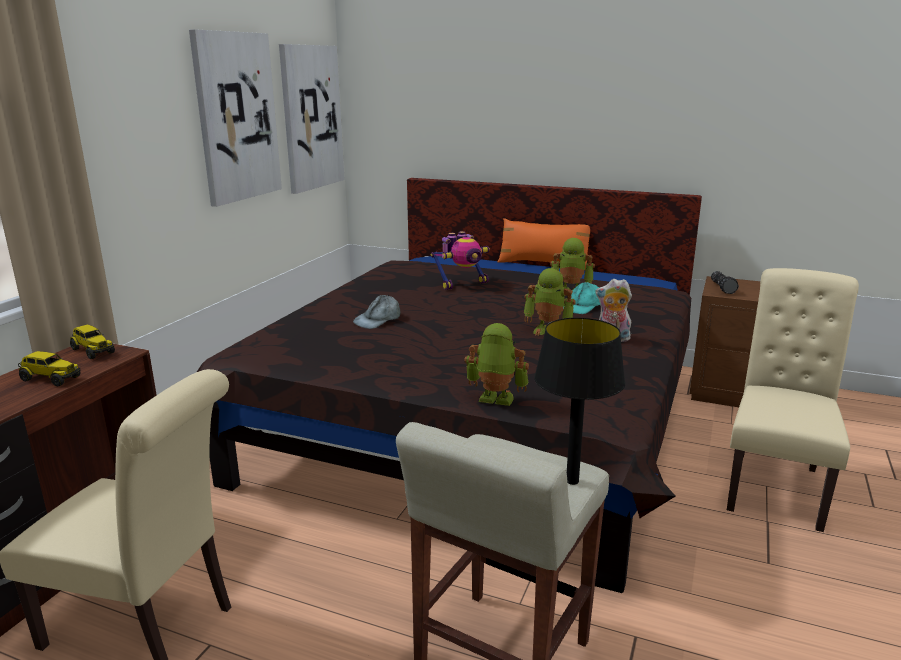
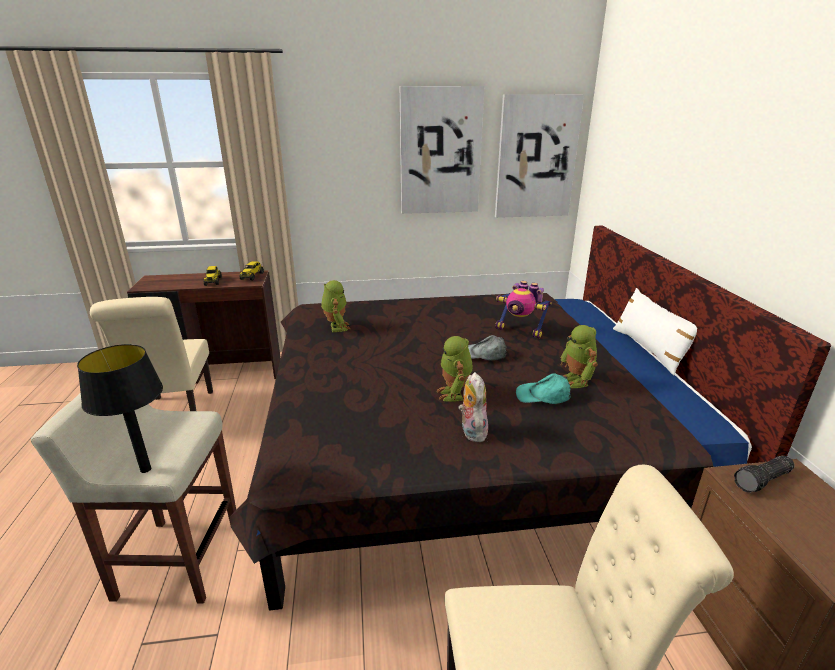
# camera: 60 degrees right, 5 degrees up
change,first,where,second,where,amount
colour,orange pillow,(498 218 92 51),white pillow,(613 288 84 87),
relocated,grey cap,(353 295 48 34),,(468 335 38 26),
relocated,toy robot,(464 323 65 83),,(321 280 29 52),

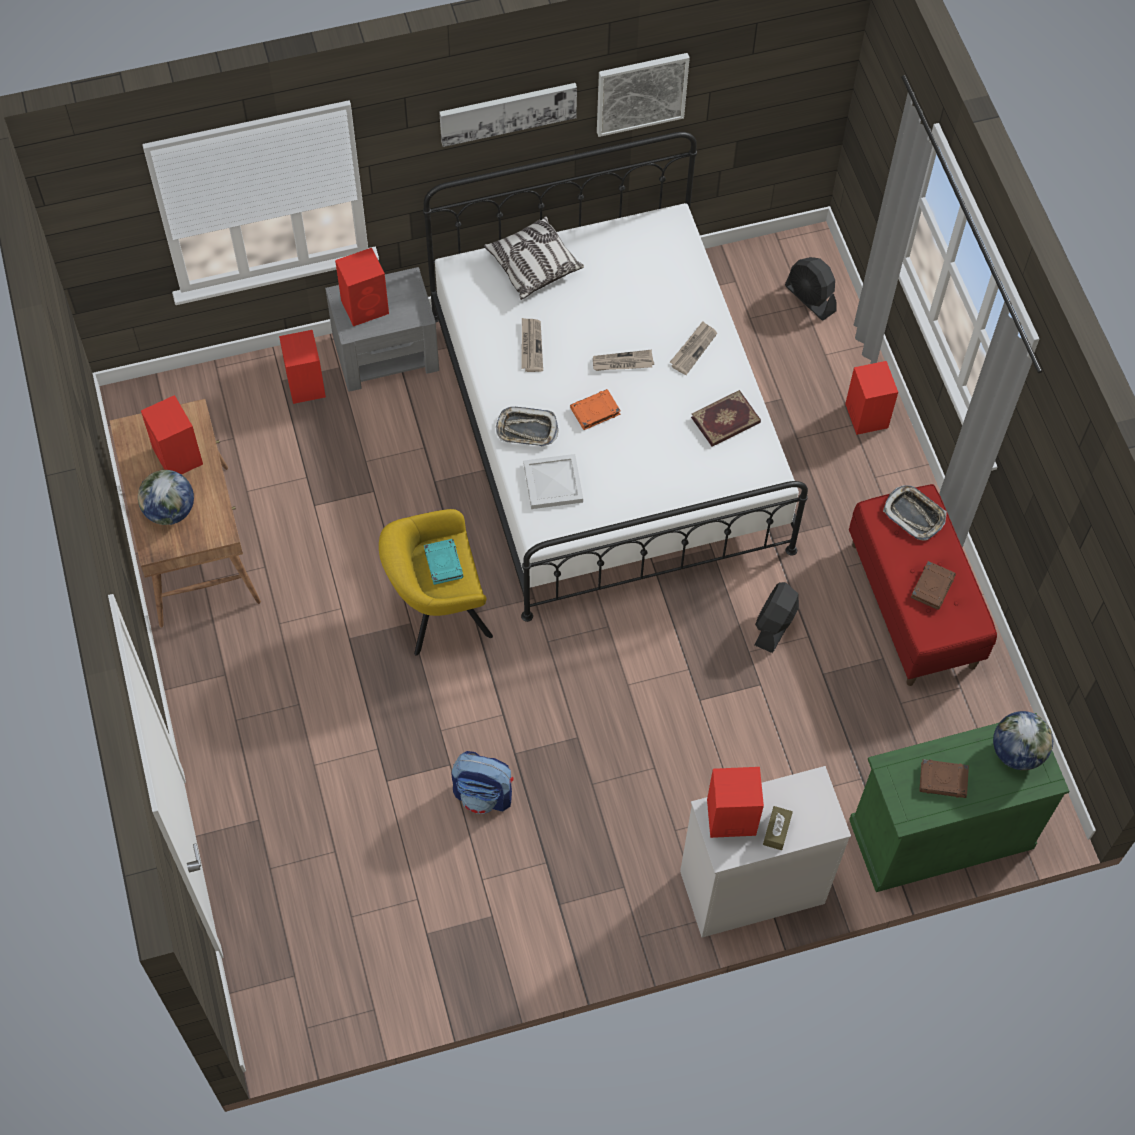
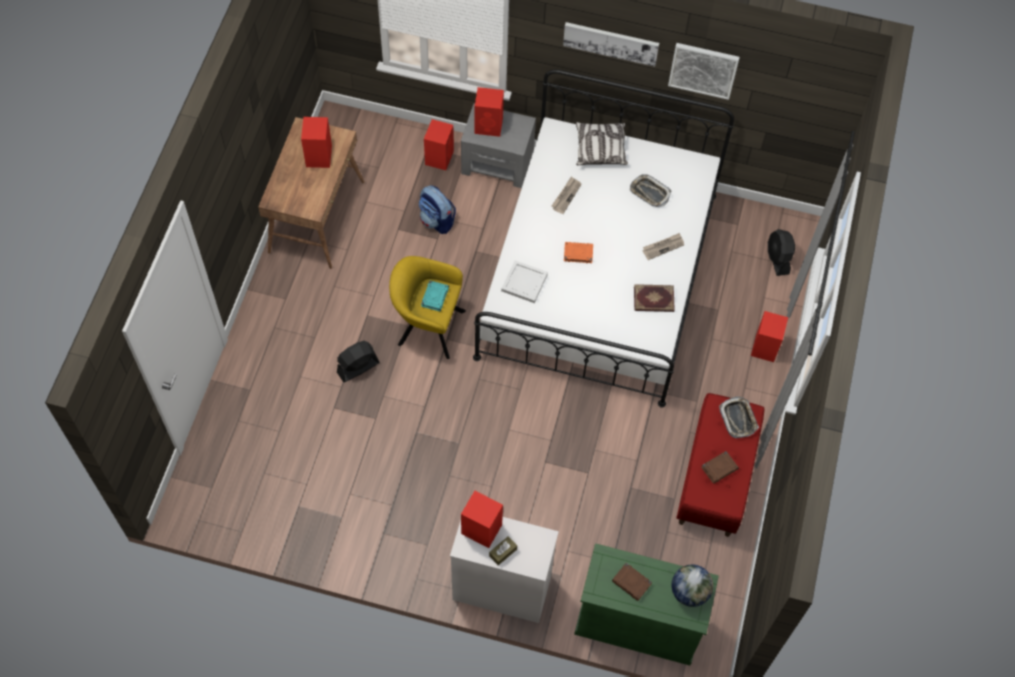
# camera: 30 degrees right, 0 degrees up
change,first,where,second,where,amount
missing,newspaper,(593 350 61 21),,,
relocated,tray,(496 407 63 39),,(630 174 41 33),
missing,globe,(138 470 56 55),,,
relocated,black fan,(755 582 44 71),,(337 341 42 41),
relocated,backpack,(451 751 62 63),,(419 185 37 49),

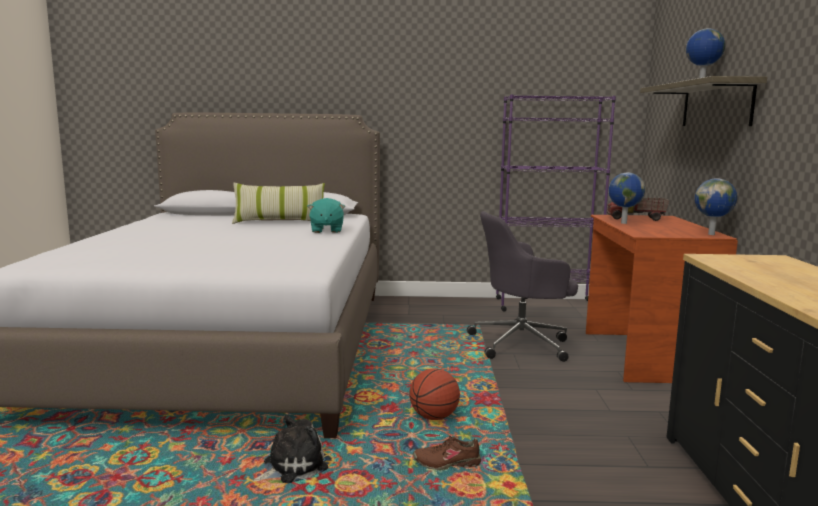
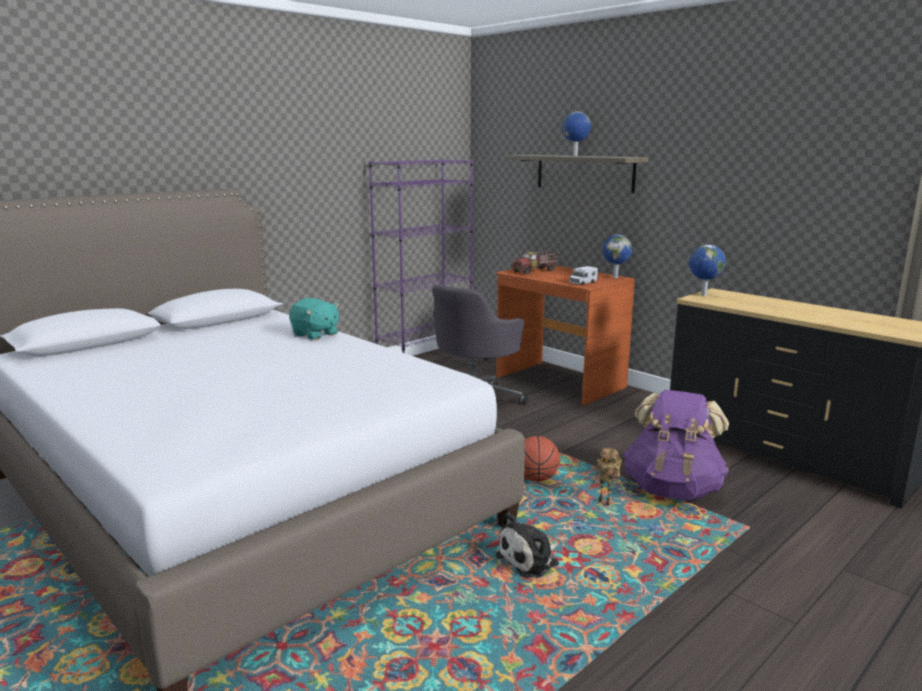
# camera: 45 degrees left, 5 degrees up
change,first,where,second,where,amount
relocated,globe,(609 173 36 51),,(689 245 37 51),
missing,pillow,(232 183 93 41),,,
spun,plush toy,(252 415 76 68),,(495 513 64 65),135 degrees counterclockwise
exchanged,brown shoe,(413 436 68 34),toy robot,(592 448 30 58),
appeared,,,toy truck,(569 266 29 19),
appeared,,,purple backpack,(624 390 105 111),

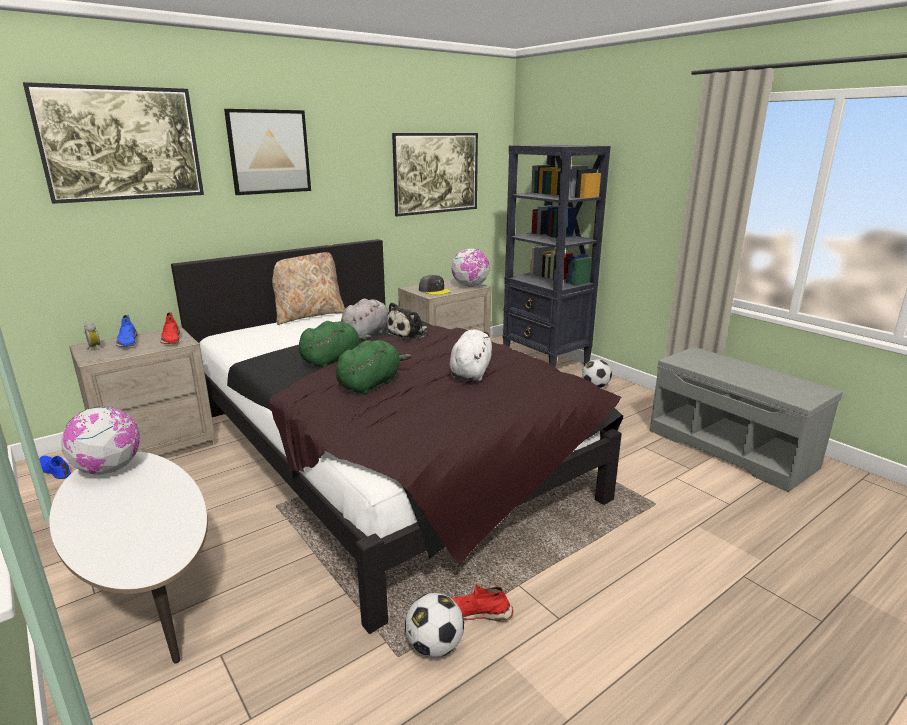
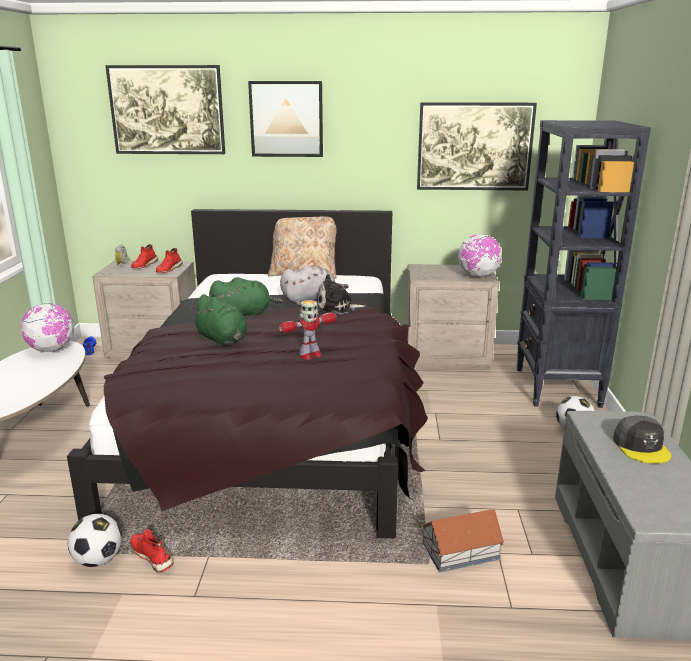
# camera: 40 degrees right, 0 degrees up
change,first,where,second,where,amount
relocated,grey cap,(419 275 32 20),,(613 416 58 48),
colour,blue shoe,(116 315 21 32),red shoe,(131 244 27 25),
exchanged,white plush toy,(449 330 43 51),toy robot,(279 300 57 60),
spun,green plush toy,(336 340 75 55),,(191 294 57 52),60 degrees clockwise
appeared,,,toy house,(421 509 83 63),

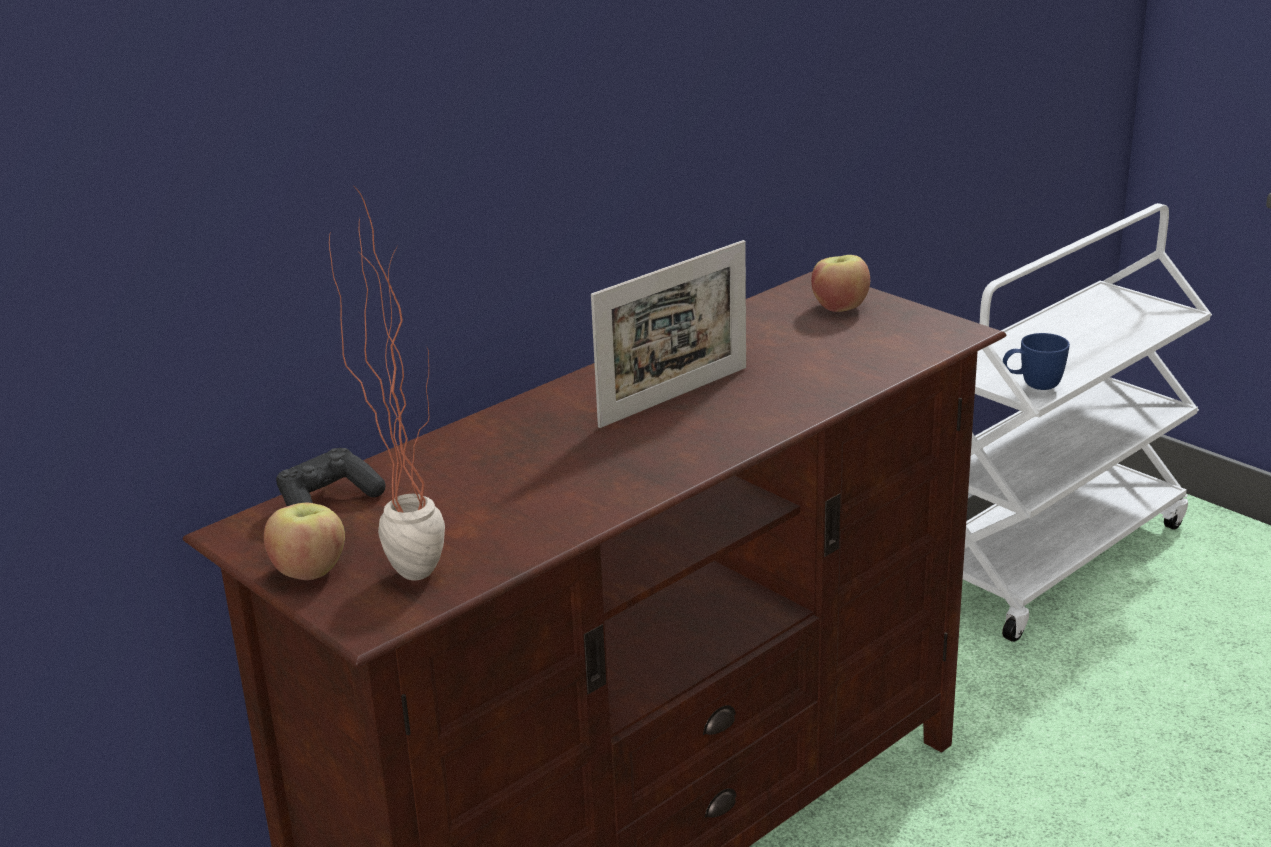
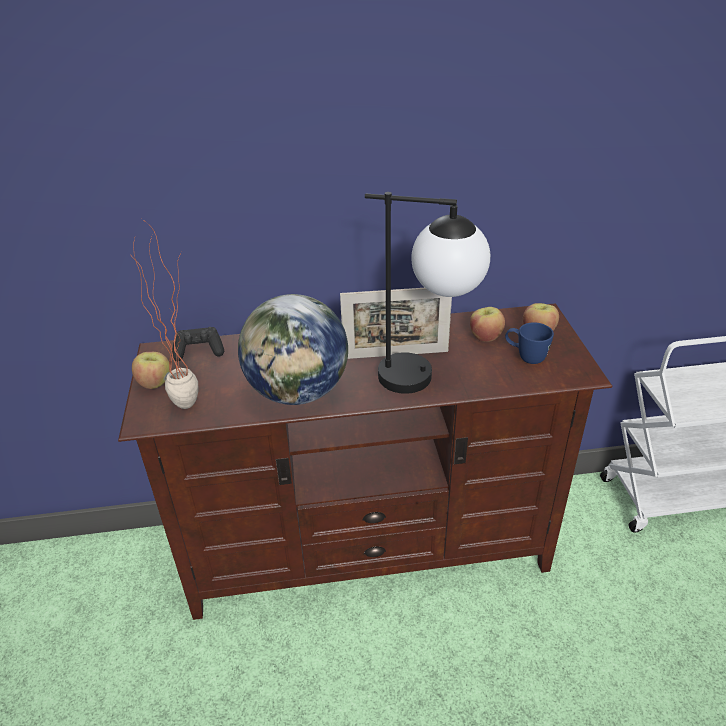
# camera: 35 degrees right, 10 degrees up
change,first,where,second,where,amount
relocated,blue mug,(1003 333 67 57),,(505 322 49 42),
appeared,,,table lamp,(365 192 125 202),
appeared,,,globe,(238 294 110 111),
appeared,,,apple,(470 307 35 35),

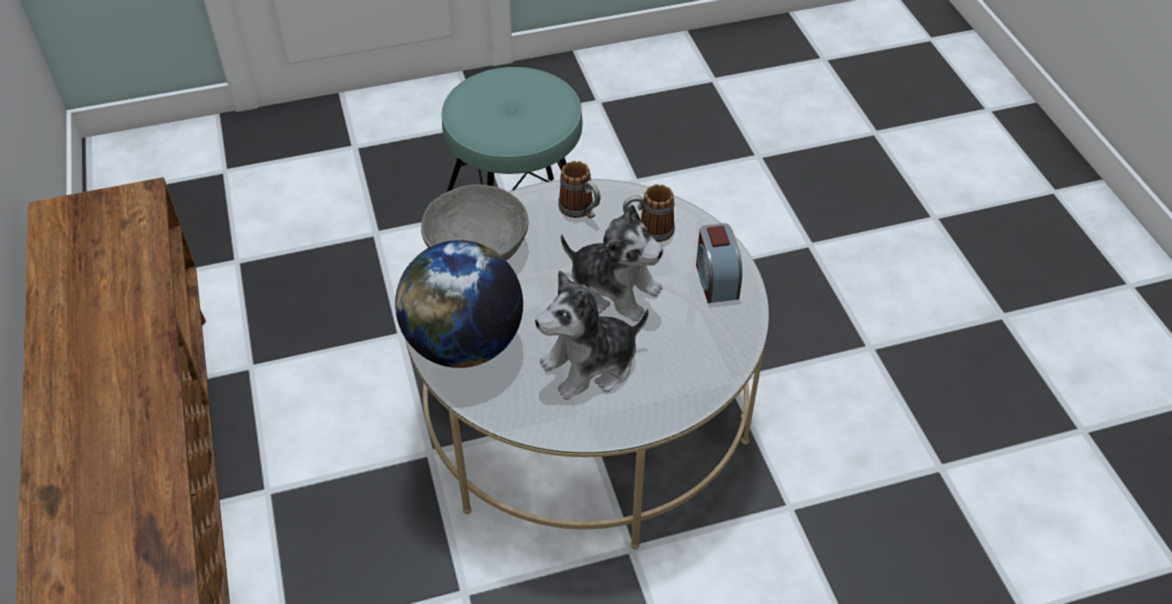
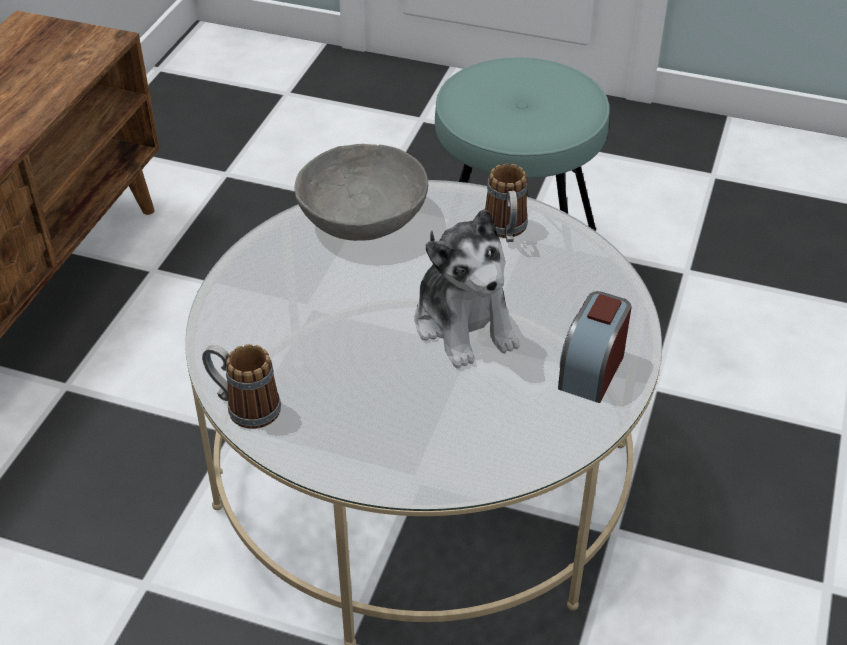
# camera: 35 degrees right, 5 degrees down
change,first,where,second,where,amount
relocated,mug,(623 184 52 58),,(202 344 79 85),
missing,globe,(395 240 128 128),,,
missing,plush toy,(535 270 114 130),,,

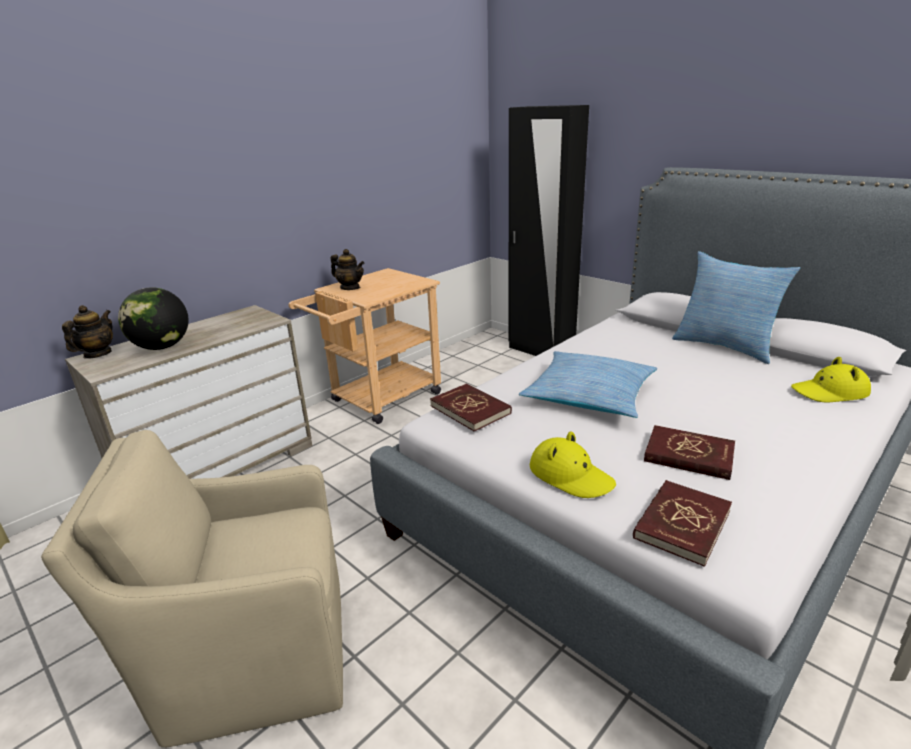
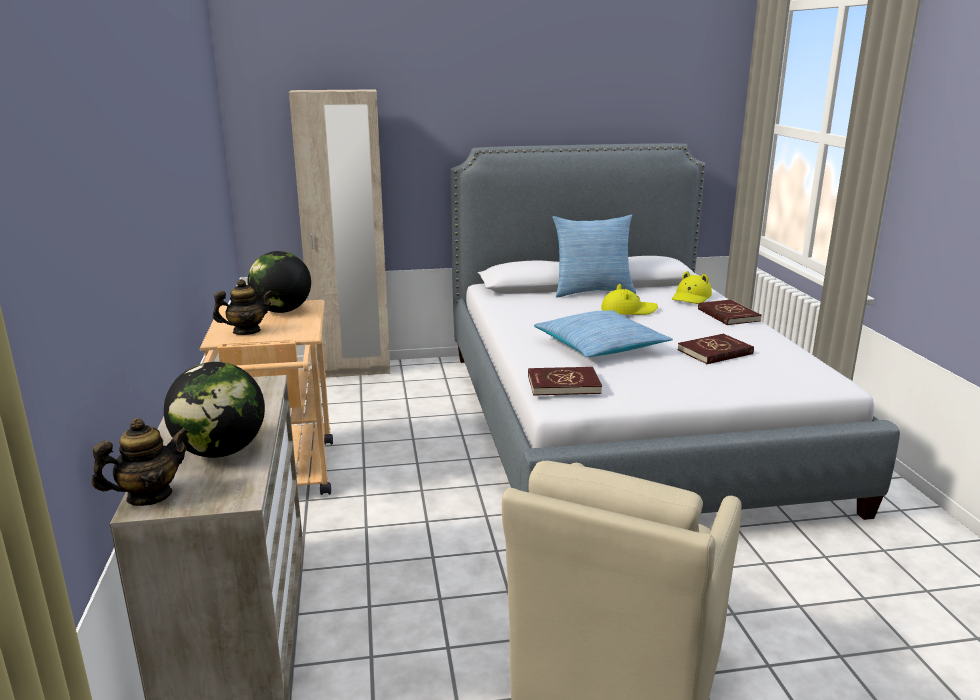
# camera: 55 degrees left, 5 degrees down
change,first,where,second,where,amount
colour,black wardrobe,(508 105 81 251),beige wardrobe,(289 89 101 289),
spun,teapot,(62 305 51 54),,(92 418 97 88),90 degrees clockwise
relocated,yellow hat,(530 431 86 67),,(601 284 57 31),
relocated,red book,(633 480 99 87),,(698 300 64 25),
appeared,,,globe,(248 251 63 62),

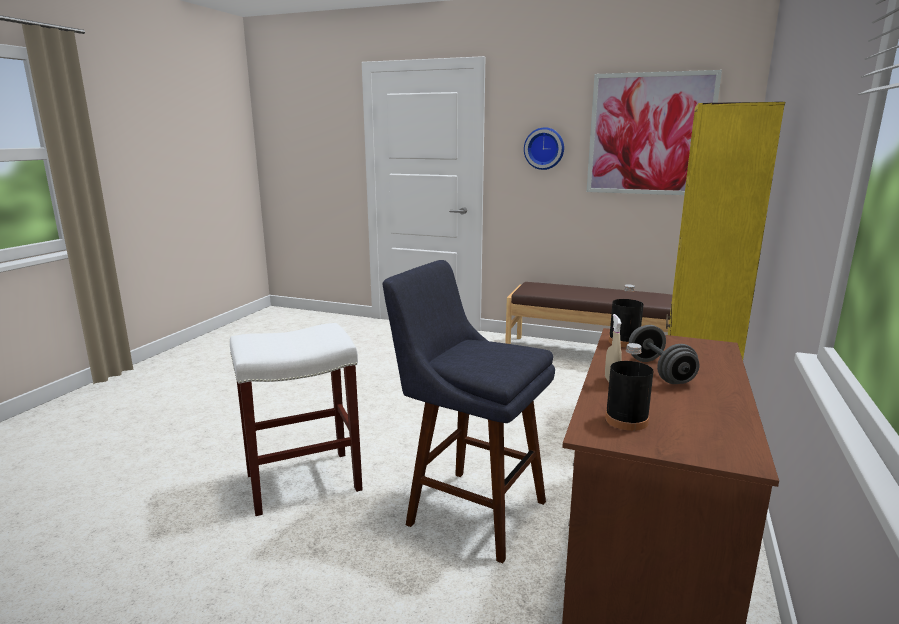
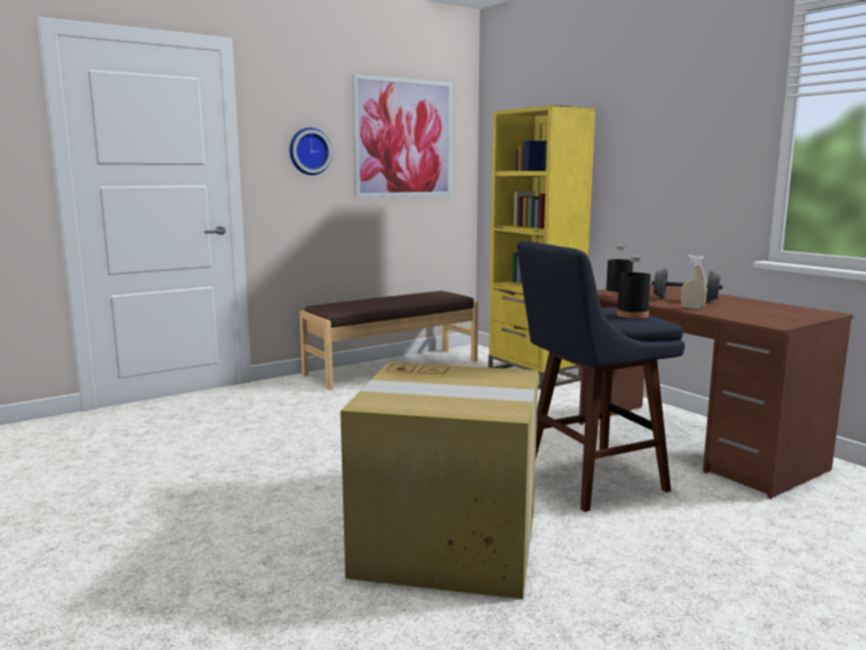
# camera: 55 degrees left, 5 degrees down
change,first,where,second,where,amount
exchanged,white stool,(230 323 133 193),cardboard box,(340 362 199 237),
relocated,black bottle,(605 343 49 88),,(617 256 34 63),

